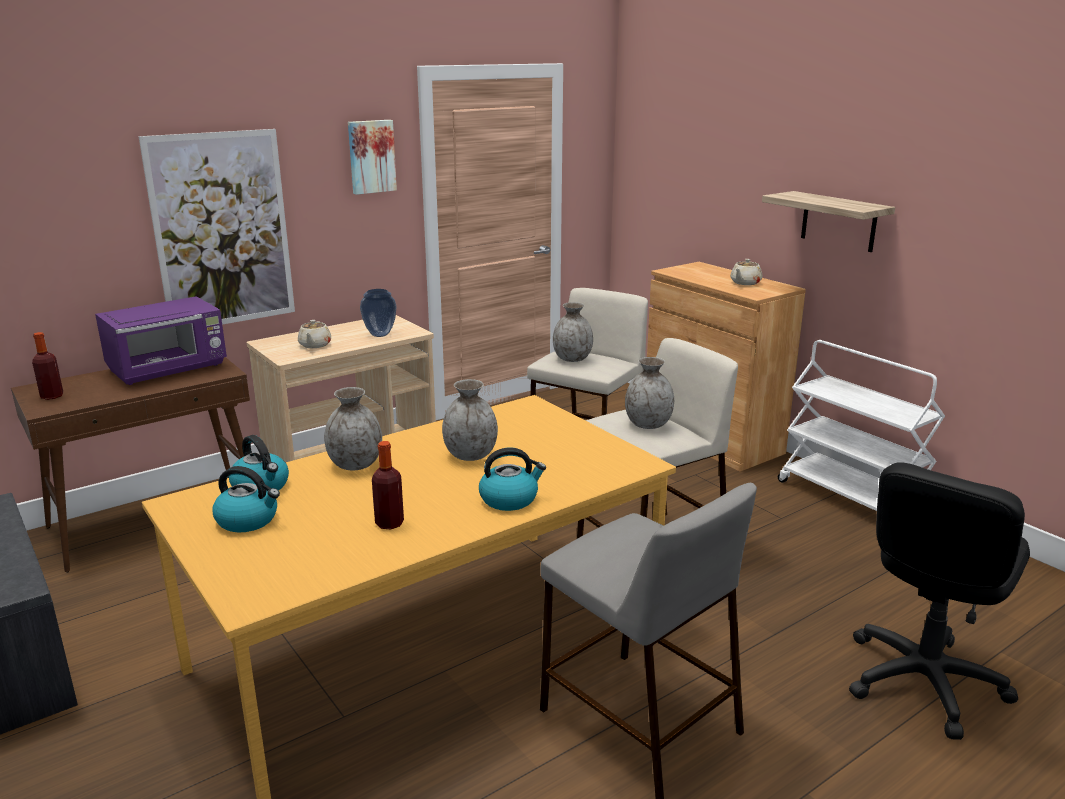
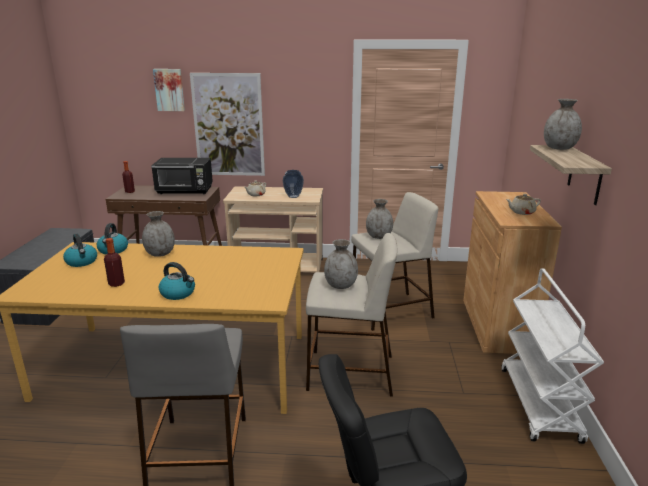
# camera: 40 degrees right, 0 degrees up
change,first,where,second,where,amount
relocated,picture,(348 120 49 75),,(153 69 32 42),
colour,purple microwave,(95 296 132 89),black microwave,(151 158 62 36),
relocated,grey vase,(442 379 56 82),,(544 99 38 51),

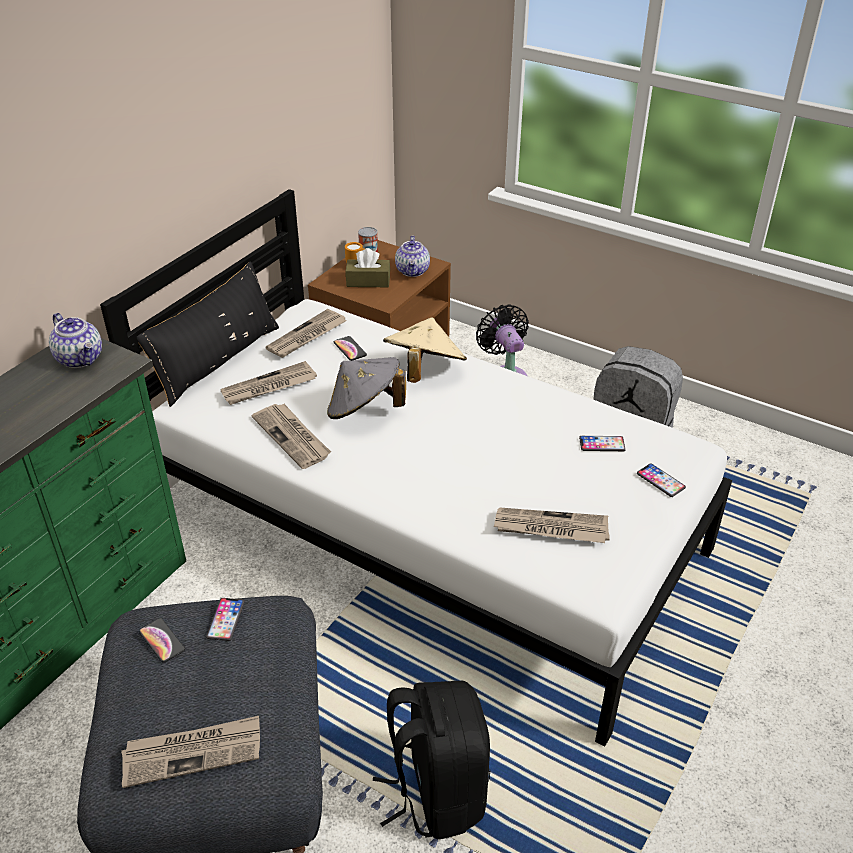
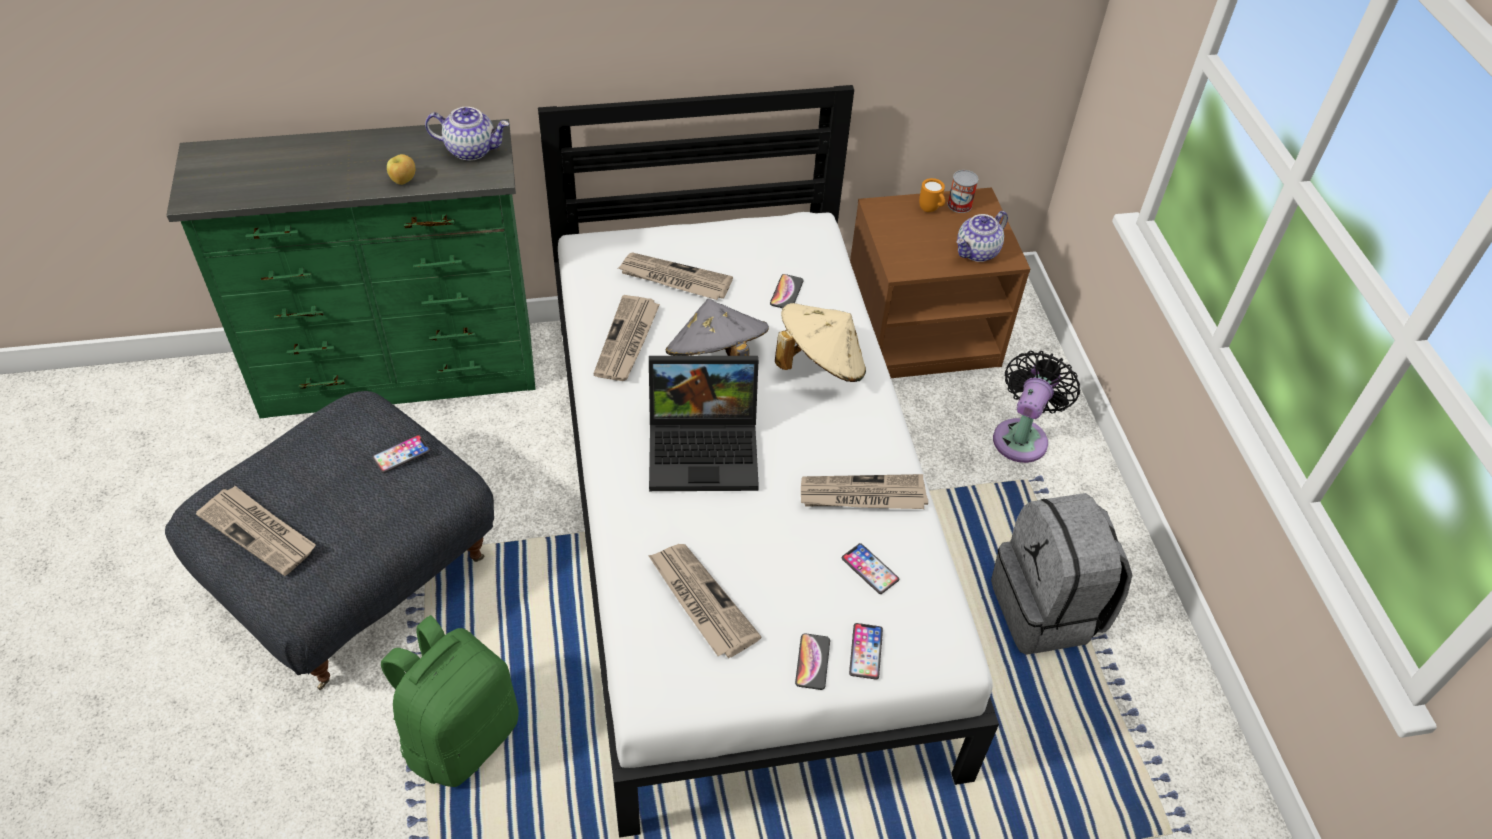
# camera: 45 degrees right, 10 degrees up
change,first,where,second,where,amount
missing,brown tissue box,(346 248 44 39),,,
missing,black pillow,(137 261 142 146),,,
relocated,newspaper,(265 309 81 49),,(801 474 127 35),
spun,teapot,(49 313 53 55),,(425 107 84 54),90 degrees counterclockwise
relocated,phone,(139 618 46 44),,(795 633 35 57),
colour,black backpack,(373 681 117 158),green backpack,(381 615 138 172),
appeared,,,apple,(387 154 28 31),
appeared,,,laptop,(649 356 110 135),

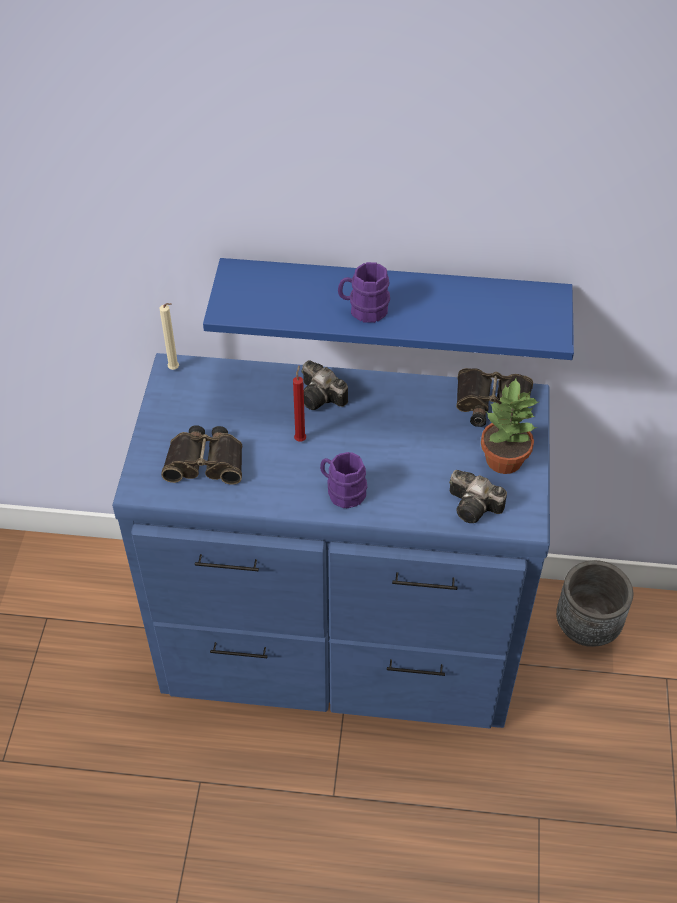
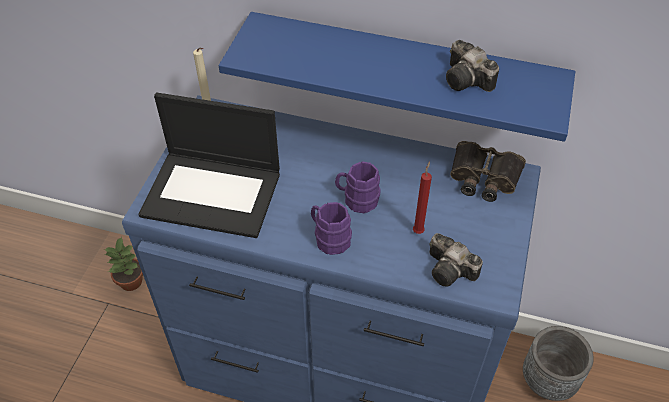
# camera: 10 degrees right, 0 degrees up
change,first,where,second,where,amount
relocated,purple mug,(338 262 52 61),,(335 161 46 52),
relocated,photo camera,(301 360 47 50),,(446 40 53 52),
relocated,red candle,(293 365 13 77),,(413 161 19 73),
relocated,potted plant,(481 379 57 95),,(104 236 39 55),
exchanged,binoculars,(161 425 81 60),laptop,(138 93 142 145),

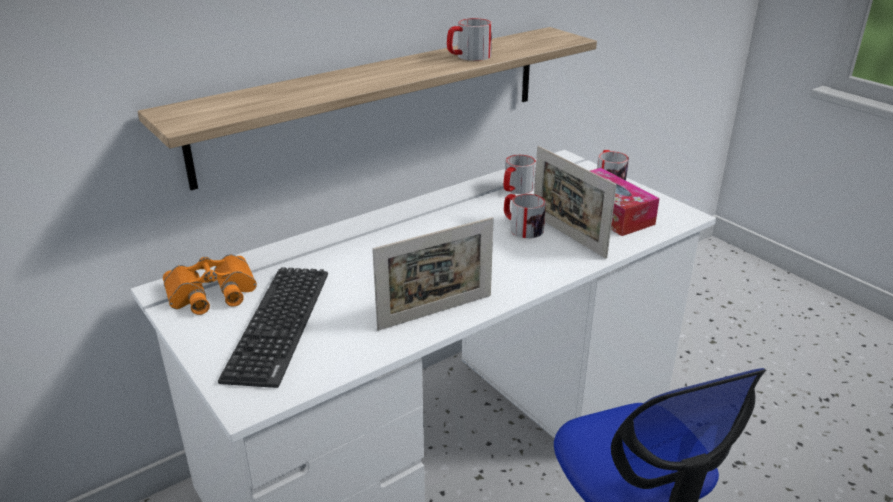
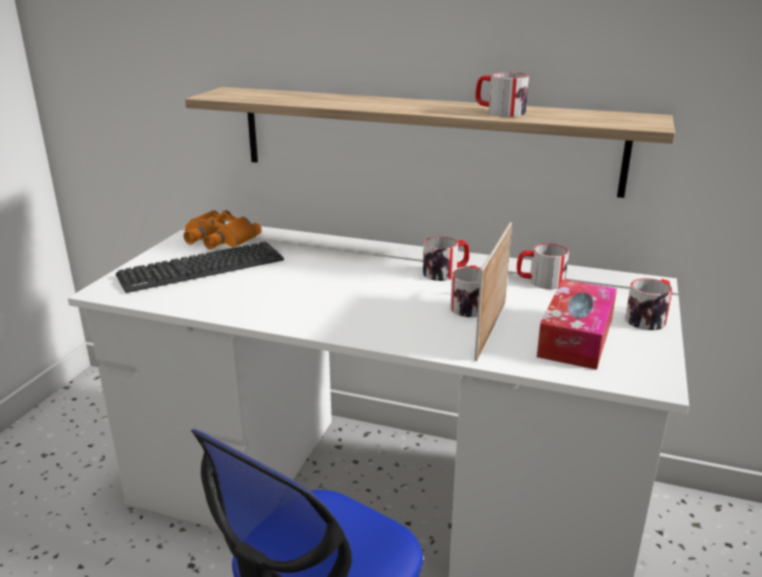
# camera: 55 degrees right, 5 degrees down
change,first,where,second,where,amount
missing,picture frame,(372 217 122 114),,,
appeared,,,mug,(423 236 47 45),

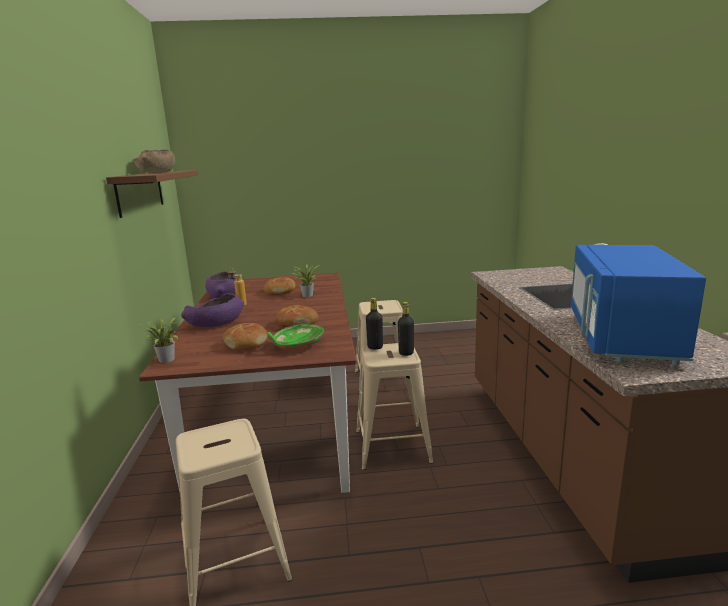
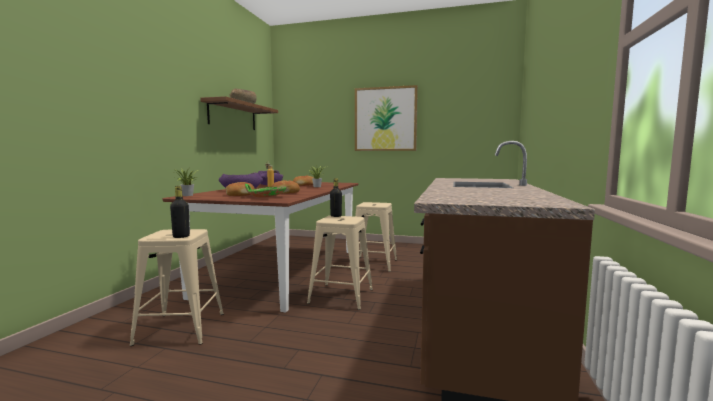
# camera: 20 degrees right, 10 degrees down
change,first,where,second,where,amount
missing,blue microwave,(571 245 135 121),,,
relocated,black bottle,(398 302 16 54),,(170 186 20 52),
appeared,,,picture,(355 85 63 66),

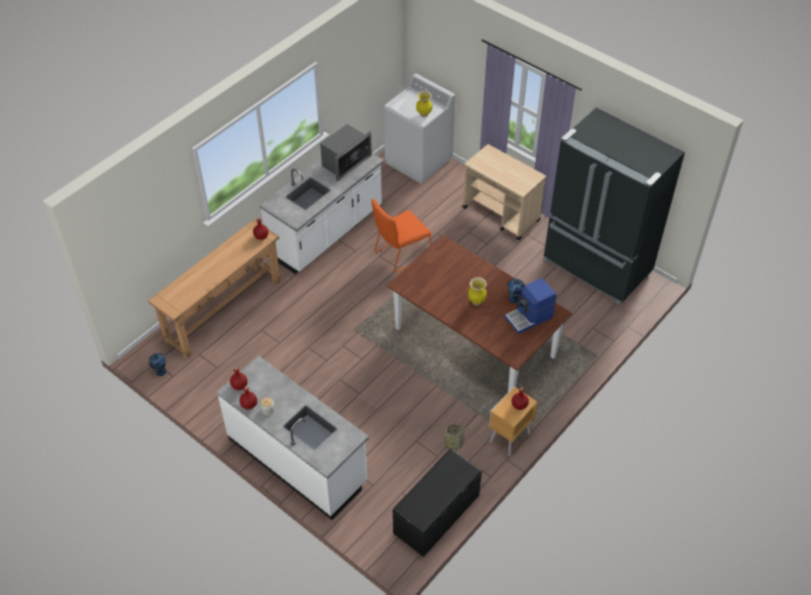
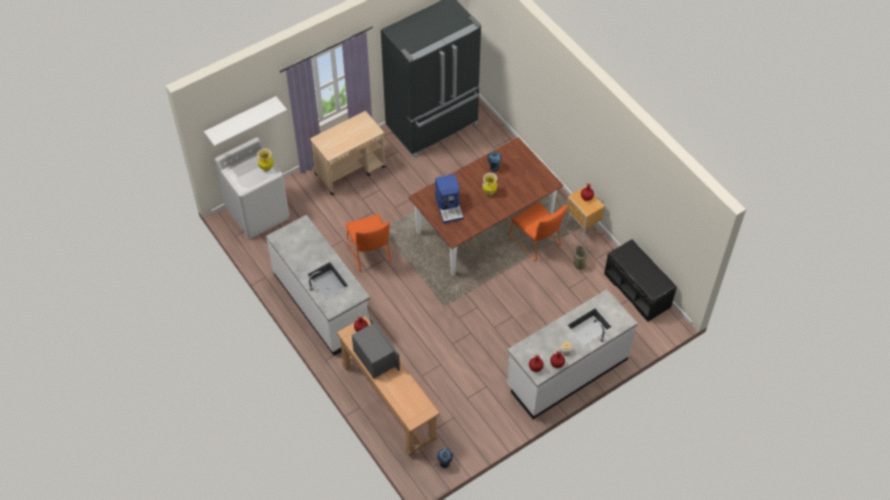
# camera: 75 degrees left, 5 degrees up
change,first,where,second,where,amount
relocated,microwave,(320 124 52 58),,(352 317 48 62),
relocated,coffee machine,(505 278 51 56),,(435 174 28 49),
appeared,,,white shelf,(204 96 83 50),
appeared,,,orange chair,(509 202 58 59),

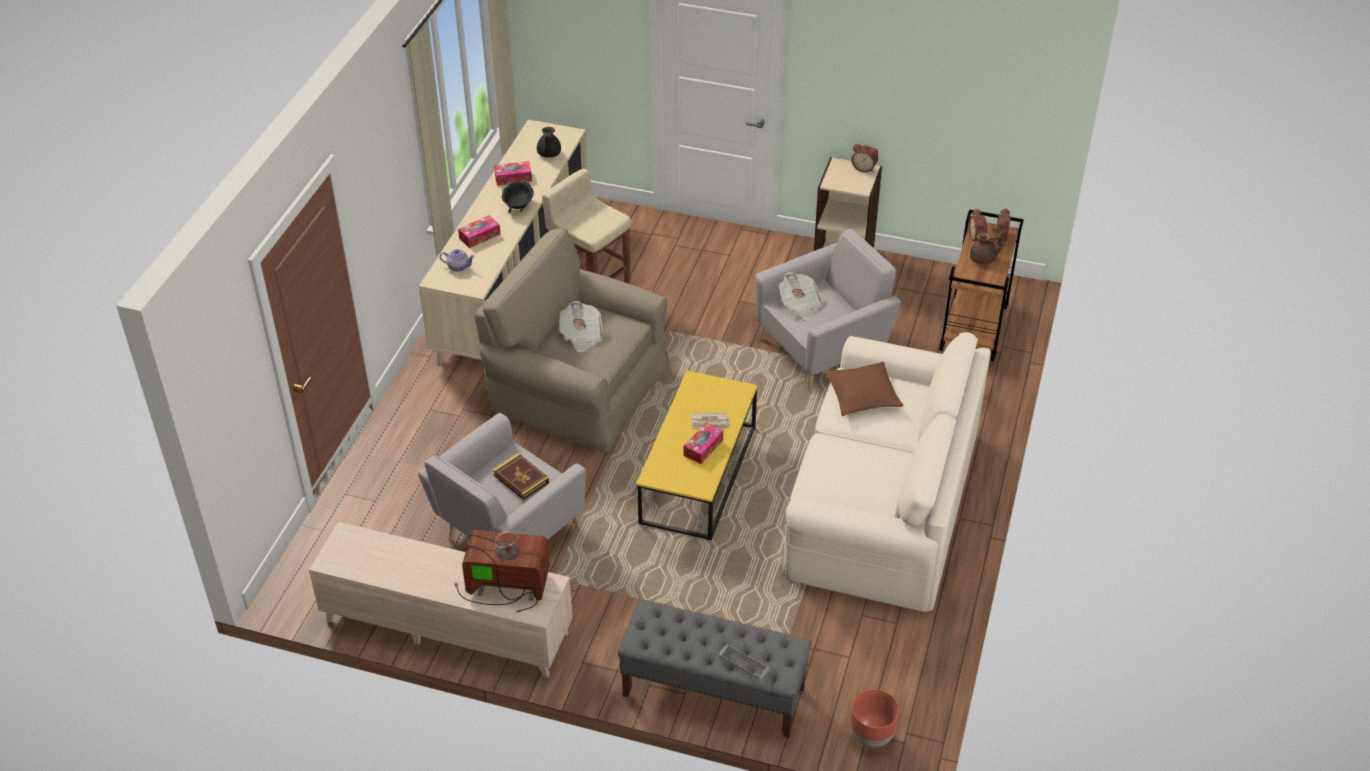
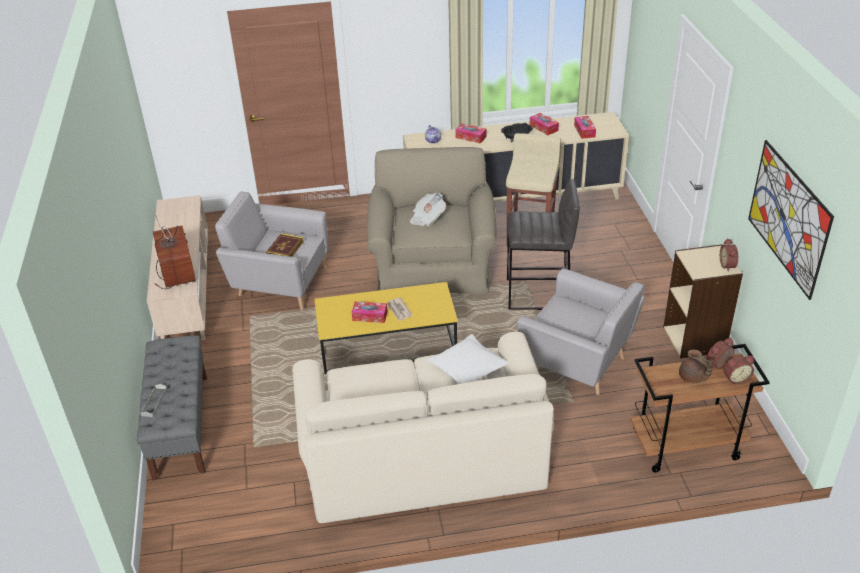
# camera: 65 degrees right, 5 degrees down
change,first,where,second,where,amount
exchanged,black teapot,(537 127 24 31),tissue box,(574 116 22 23),
missing,newspaper,(779 272 44 48),,,
colour,brown pillow,(824 362 79 54),white pillow,(427 334 82 50),
missing,brown planter,(851 689 48 59),,,
appeared,,,picture,(748 140 86 160),
appeared,,,grey stool,(507 179 73 131),

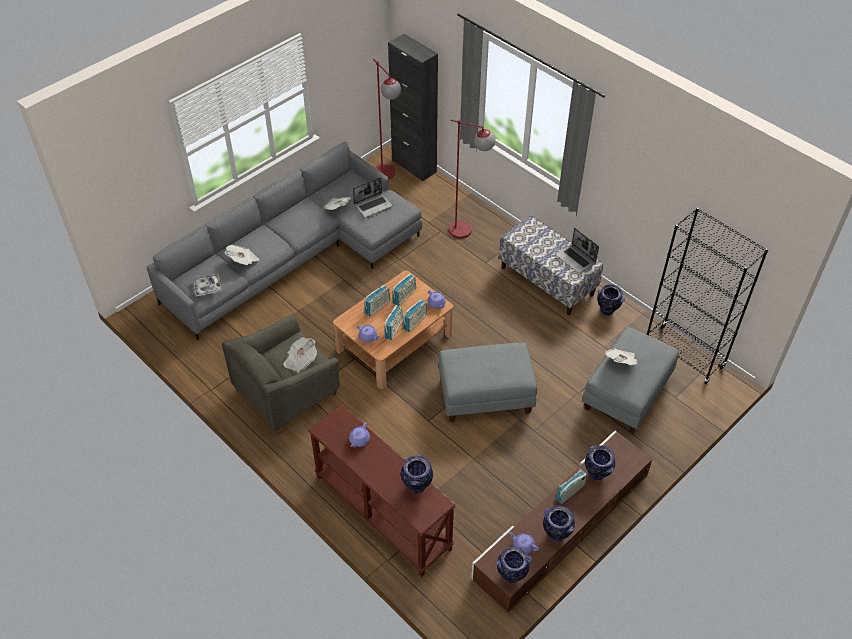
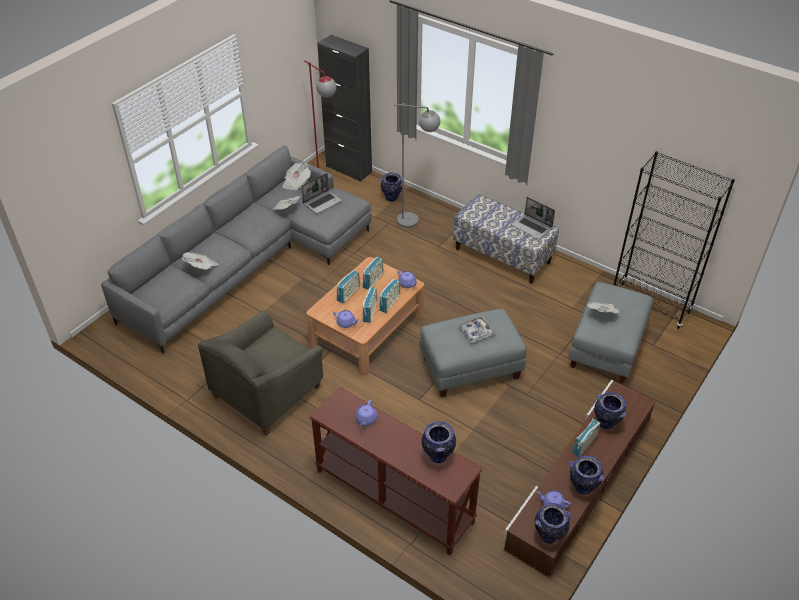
# camera: 10 degrees left, 5 degrees down
change,first,where,second,where,amount
colour,red floor lamp,(449 119 47 119),grey floor lamp,(394 103 46 125),
relocated,tray,(192 273 30 24),,(458 316 37 27),
relocated,vase,(597 284 28 31),,(380 172 22 30),
relocated,newspaper,(283 337 34 36),,(282 163 29 28),

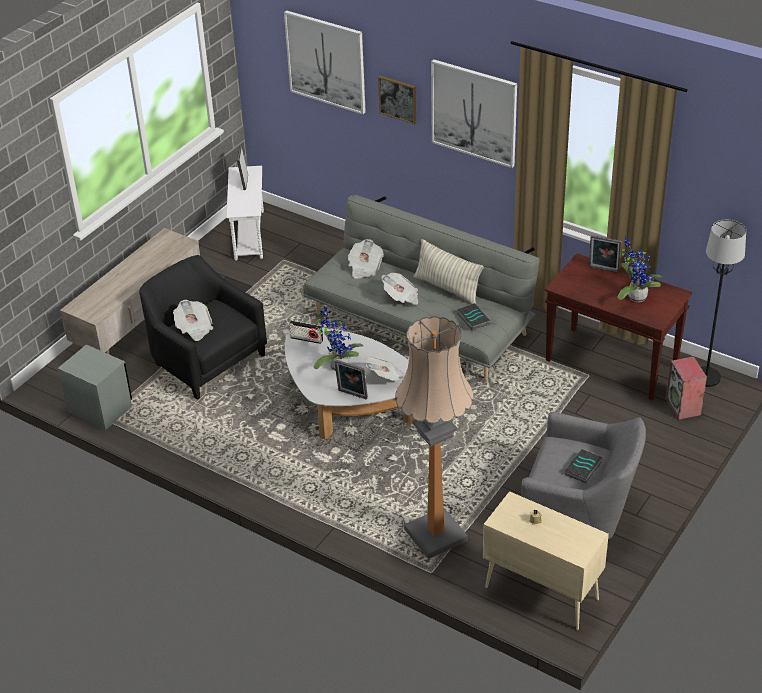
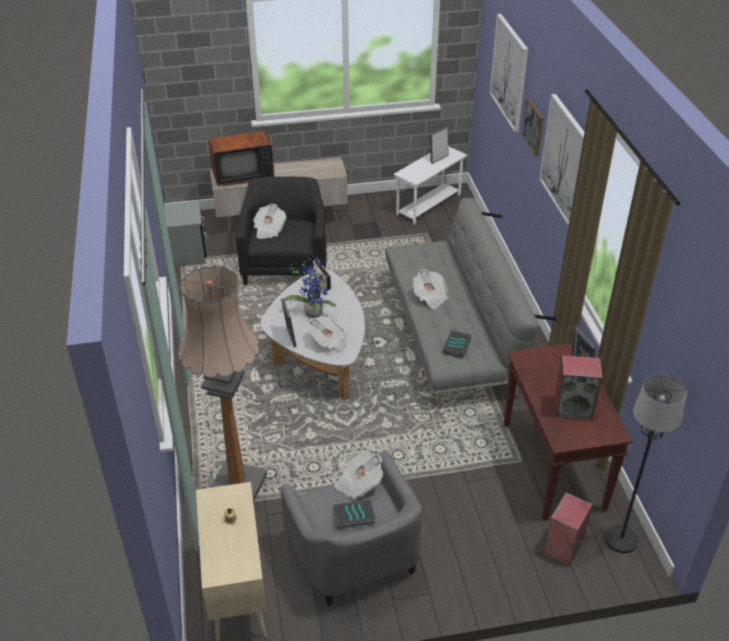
# camera: 45 degrees right, 0 degrees up
change,first,where,second,where,amount
exchanged,potted plant,(618 237 44 65),speaker,(554 355 49 66),
relocated,newspaper,(347 239 37 40),,(335 451 48 49),
missing,pillow,(413 239 71 65),,,
appeared,,,television,(209 112 65 74),

